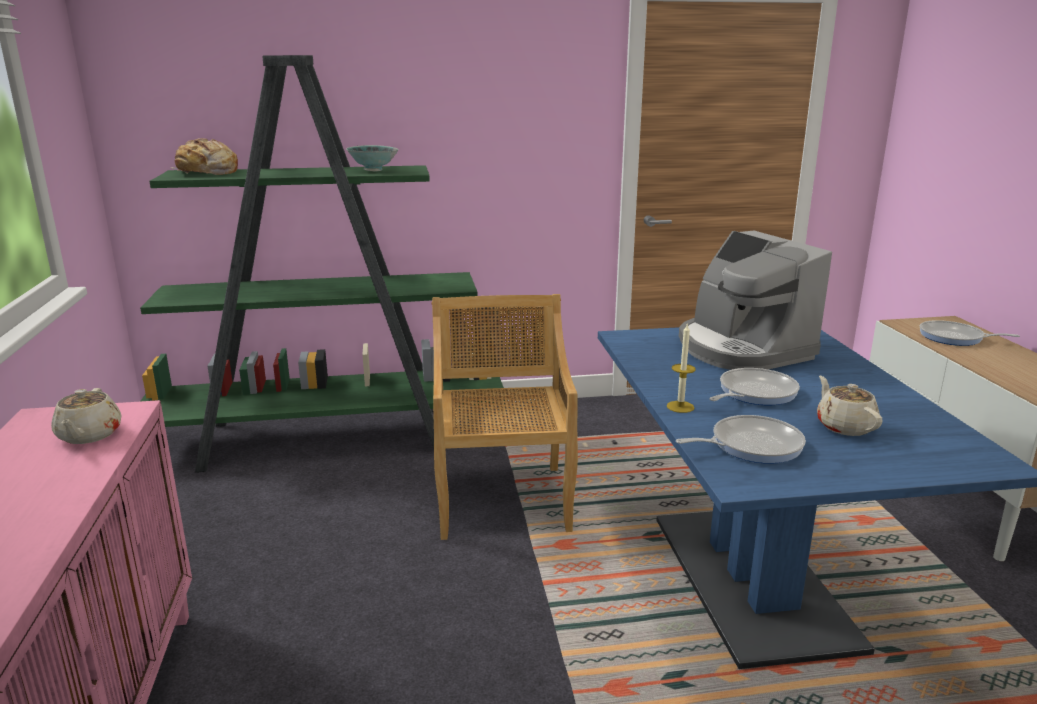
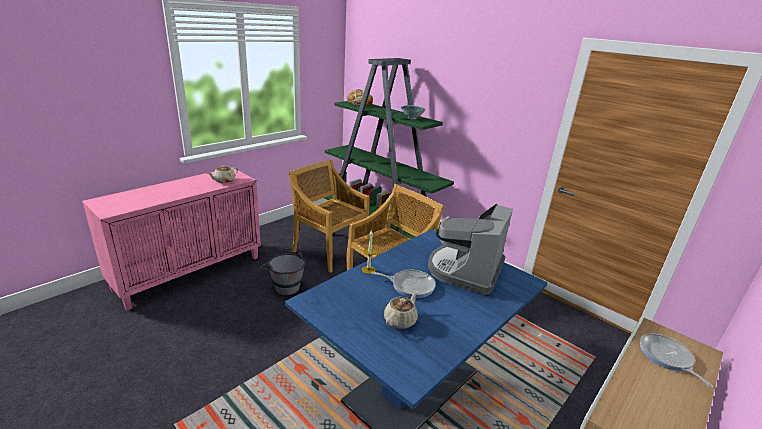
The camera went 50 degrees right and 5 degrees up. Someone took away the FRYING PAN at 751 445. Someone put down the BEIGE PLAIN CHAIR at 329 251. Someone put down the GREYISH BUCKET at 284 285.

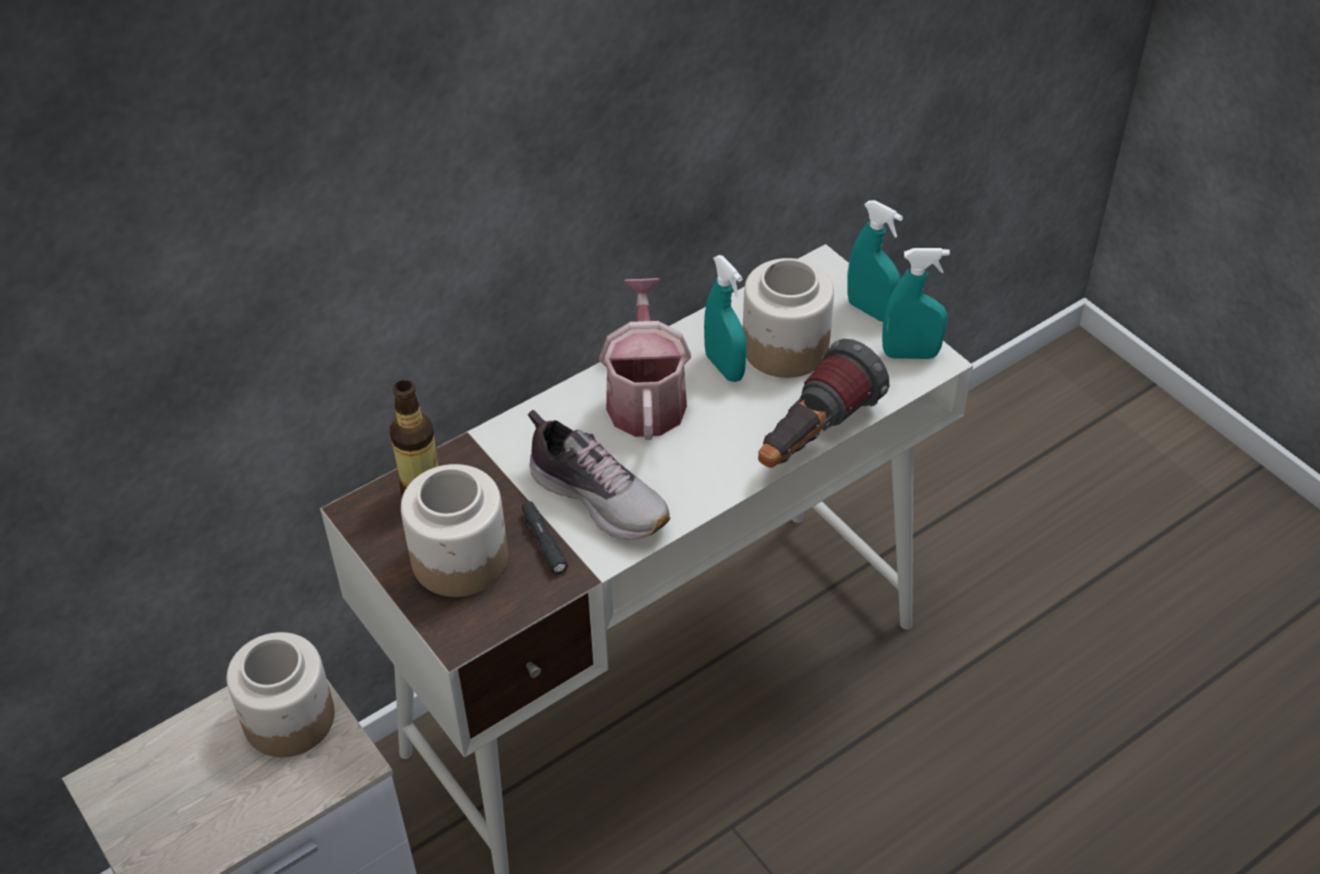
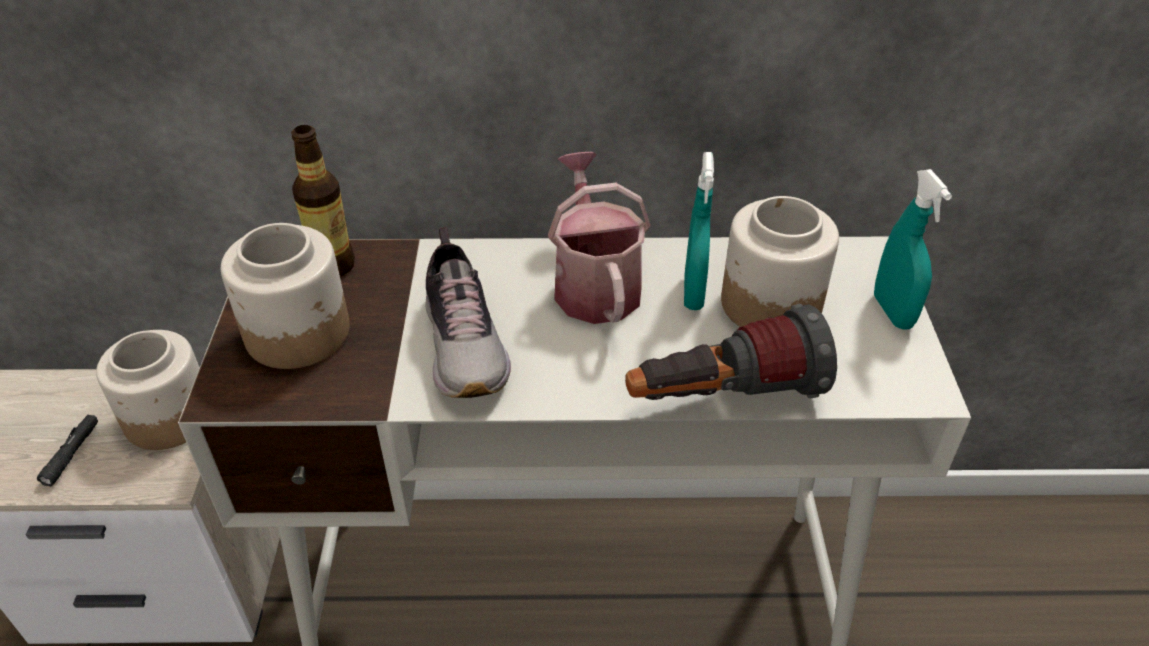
The camera went 35 degrees right and 5 degrees down. Someone took away the BLUE-GREEN SPRAY BOTTLE at 910 354. Someone rotated the WATERING POT at 646 397 by 45 degrees counterclockwise. Someone carried the BLACKISH FLASHLIGHT from 543 542 to 72 454.

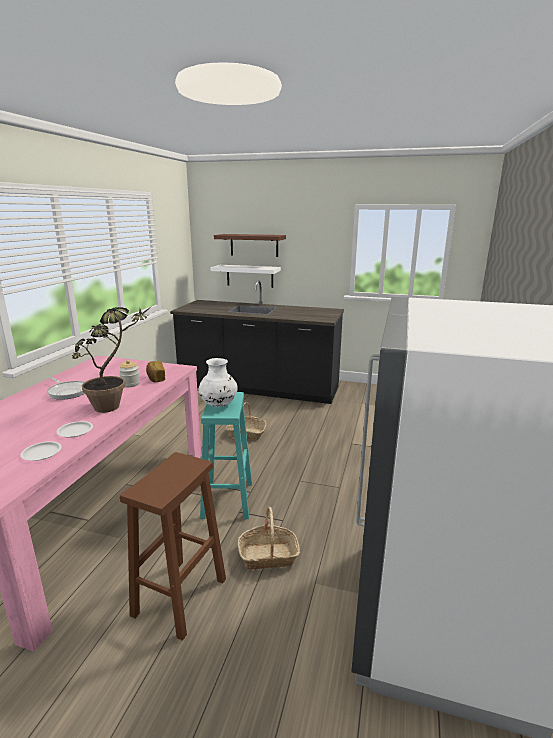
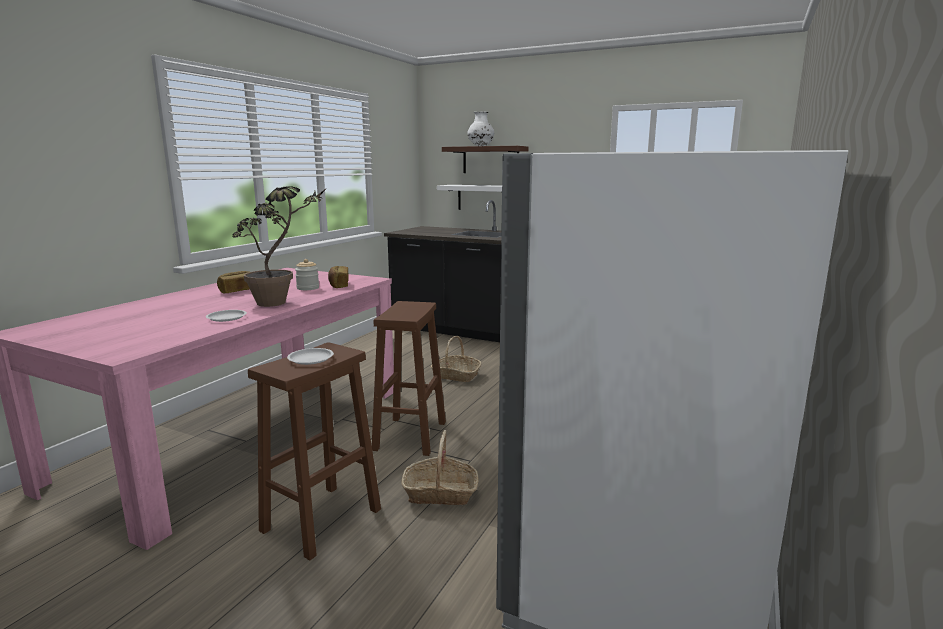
The camera went 10 degrees right and 5 degrees down. Someone carried the WHITE-COLOURED DECORATIVE VASE from 219 405 to 480 146. Someone swapped the FRYING PAN at 67 392 for the BAKERY BREAD at 237 291. Someone repainted the BLUE-GREEN STOOL SEAT at 227 500, which became the BROWN STOOL SEAT at 410 436. Someone carried the WHITE-COLOURED PLATE from 42 453 to 311 359.

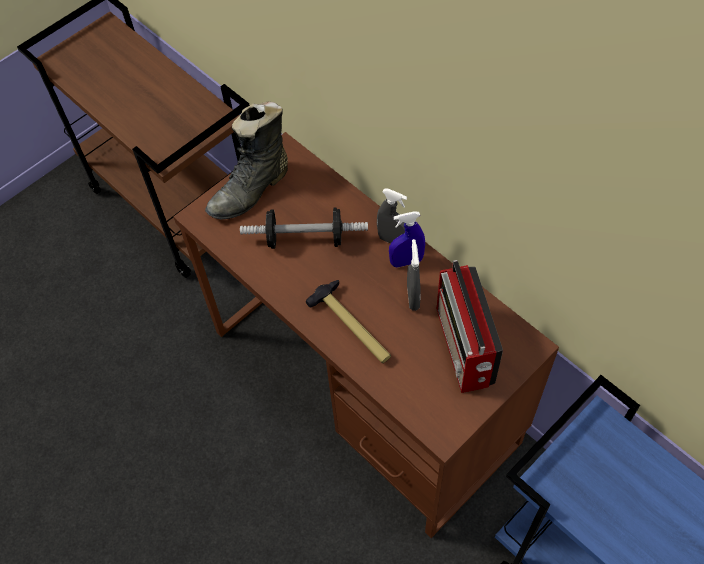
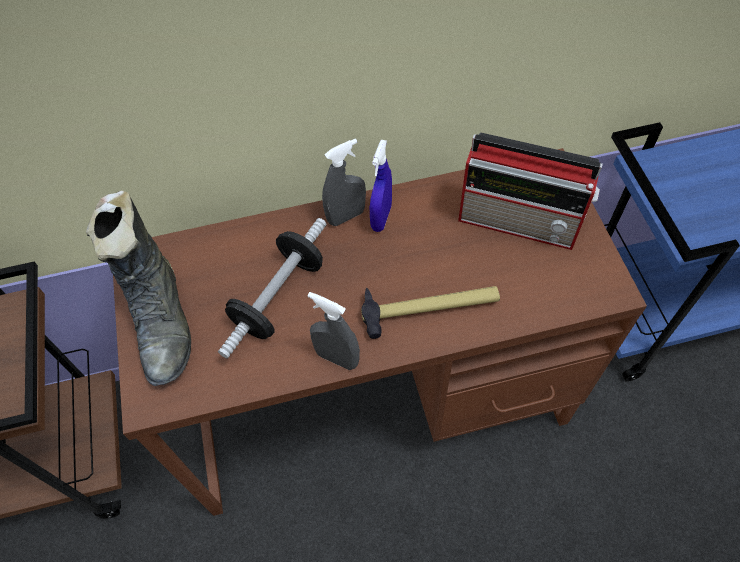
The camera went 60 degrees left and 0 degrees up. Someone carried the GREYISH SPRAY BOTTLE from 413 297 to 337 358.

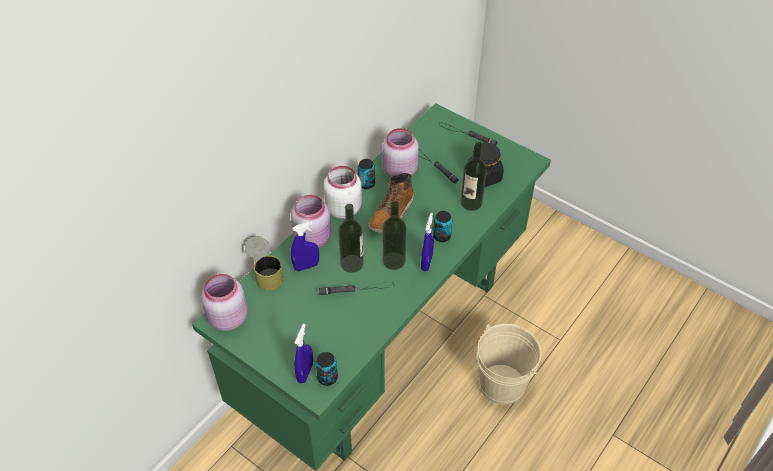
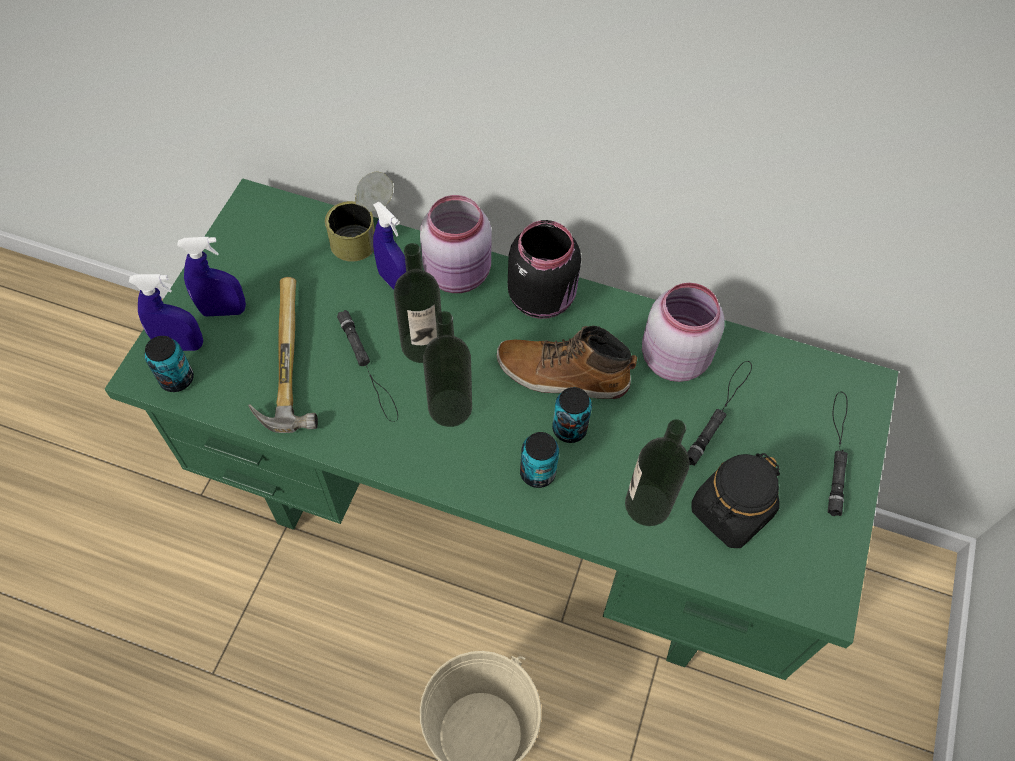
The camera went 70 degrees right and 10 degrees up. Someone carried the METAL CAN from 366 184 to 569 429. Someone repainted the WHITE-COLOURED PRESERVE JAR at 343 208, which became the BLACKISH PRESERVE JAR at 543 297. Someone carried the BLUISH SPRAY BOTTLE from 426 262 to 223 311. Someone took away the PINK PRESERVE JAR at 227 318. Someone put down the HAND HAMMER at 280 360.

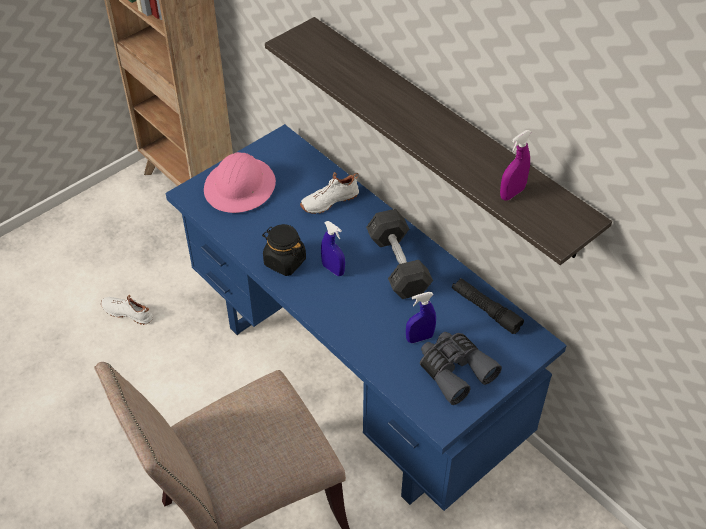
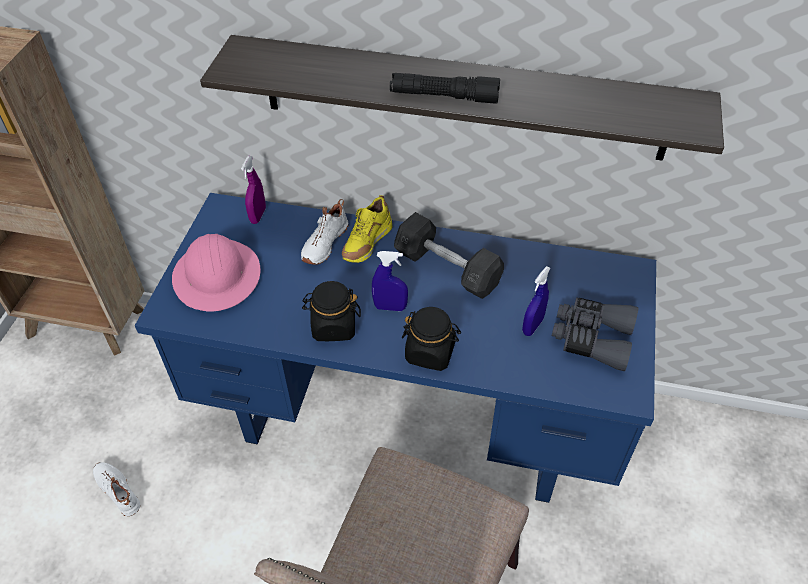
The camera went 35 degrees left and 0 degrees up. Someone carried the PURPLISH SPRAY BOTTLE from 512 193 to 258 215. Someone carried the BLACKISH FLASHLIGHT from 485 310 to 444 96. Someone rotated the WHITE-COLOURED LOW SHOE at 128 312 by 60 degrees clockwise. Someone put down the YELLOWISH LOW SHOE at 366 245. Someone put down the BLACKISH PRESERVE JAR at 430 352.

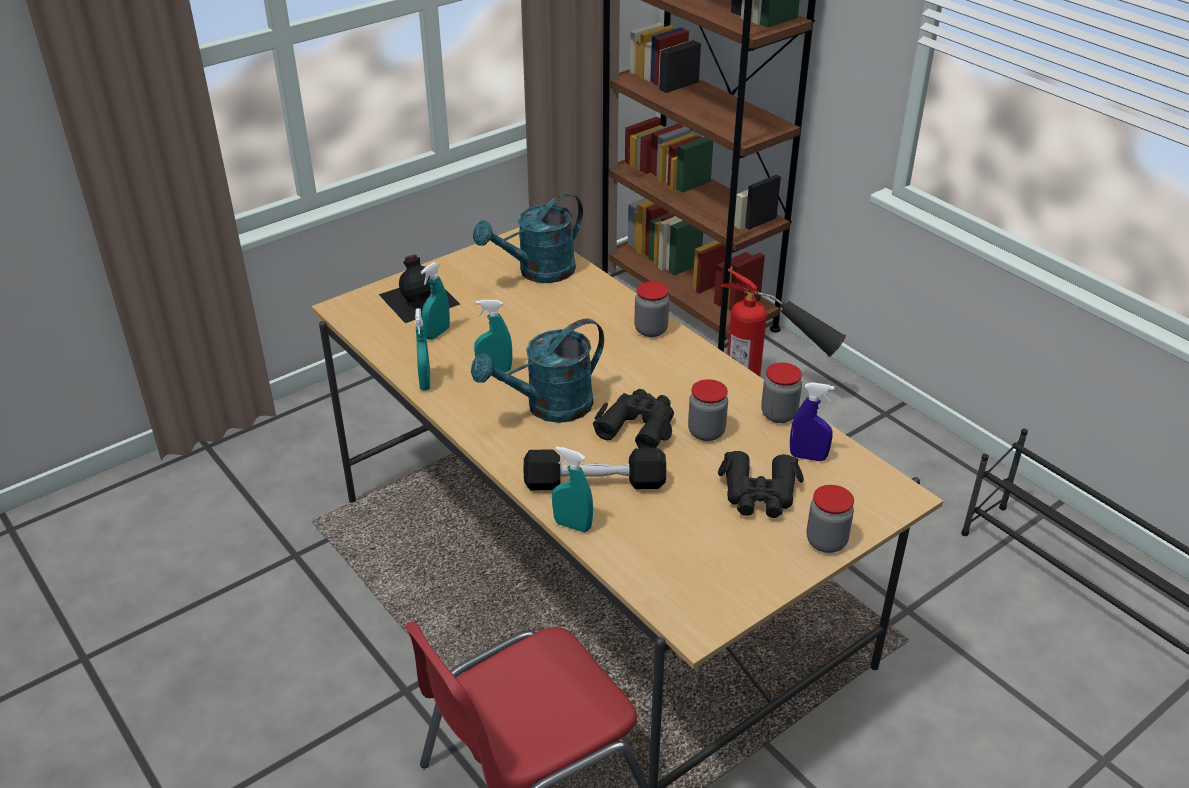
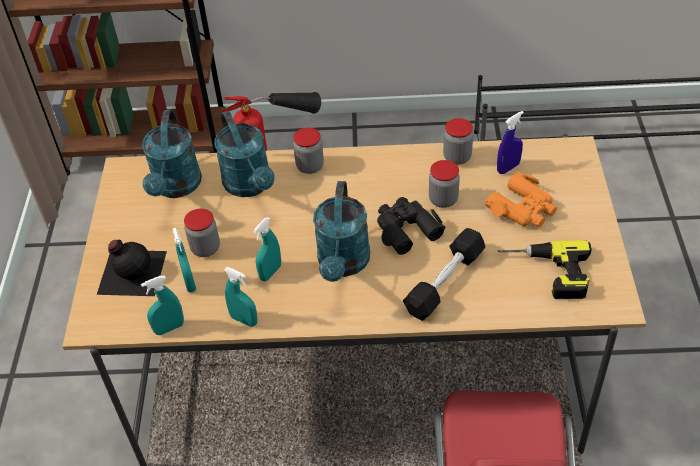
The camera went 50 degrees left and 10 degrees up. Someone carried the BLUE-GREEN SPRAY BOTTLE from 572 525 to 169 328. Someone repainted the BLACKISH PAIR OF BINOCULARS at 759 493, which became the ORANGE PAIR OF BINOCULARS at 523 209. Someone carried the PRESERVE JAR from 826 541 to 205 248. Someone put down the BLUE-GREEN WATERING POT at 250 186. Someone put down the DRILL at 545 274.

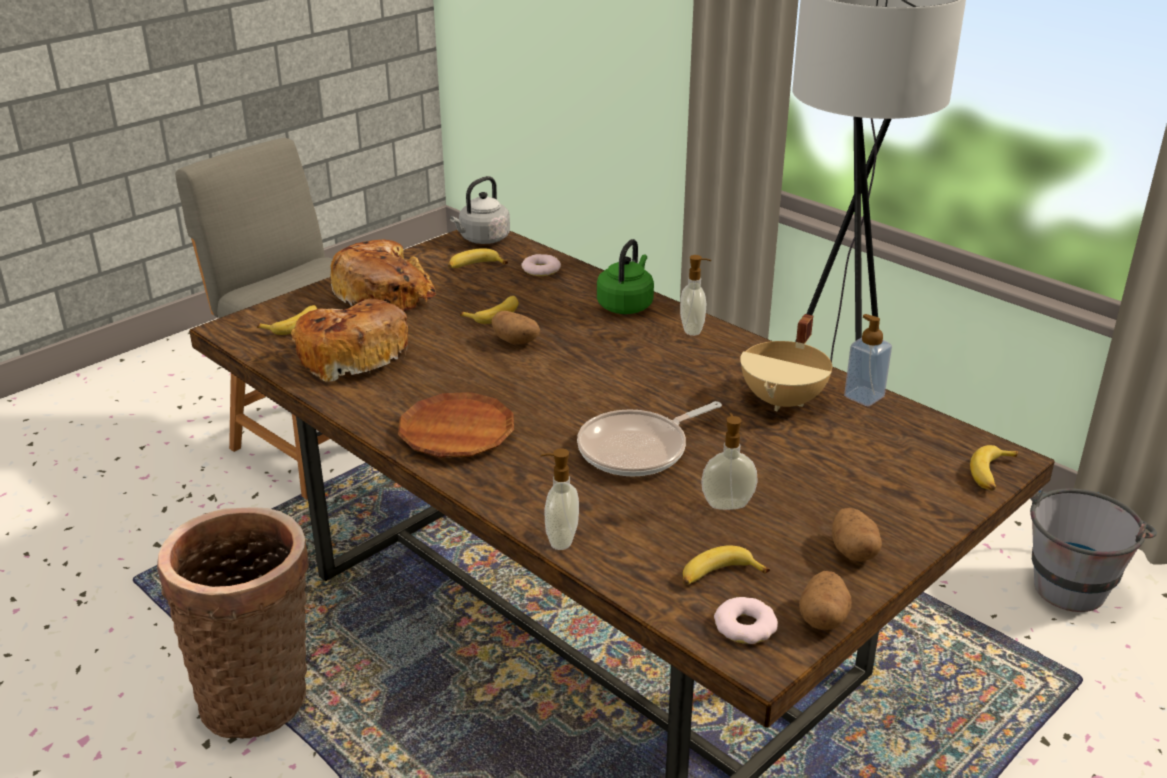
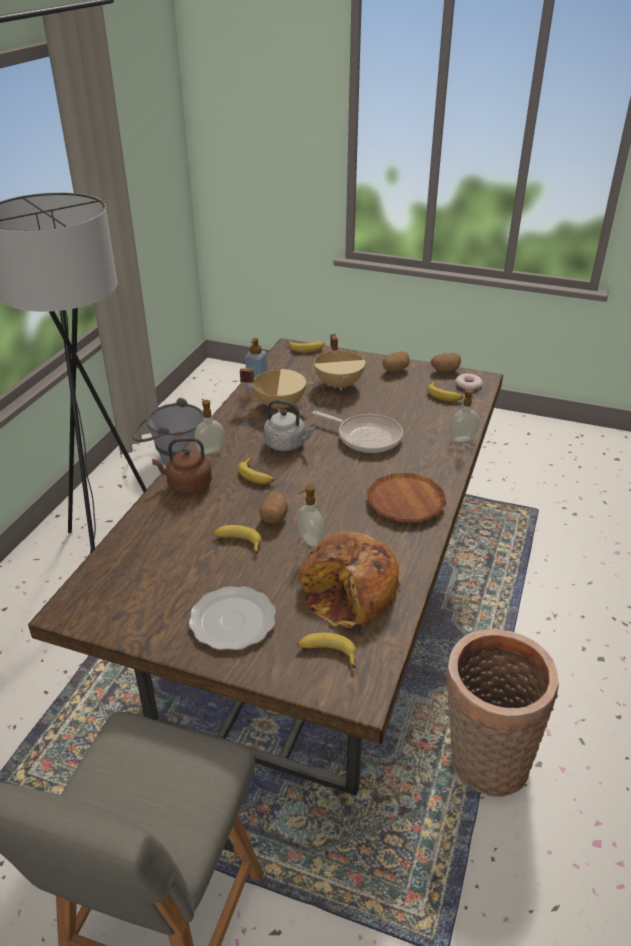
The camera went 115 degrees left and 5 degrees up. Someone carried the GREYISH WATER KETTLE from 482 239 to 287 444. Someone repainted the GREENISH WATER KETTLE at 626 305, which became the BROWN WATER KETTLE at 187 485. Someone swapped the BAKERY BREAD at 385 293 for the PLATE at 234 621. Someone carried the WHOLE BANANA from 475 266 to 257 475. Someone took away the RING DOUGHNUT at 541 269. Someone carried the SOAP BOTTLE from 727 503 to 309 540. Someone put down the BEIGE STOCKPOT at 339 384.

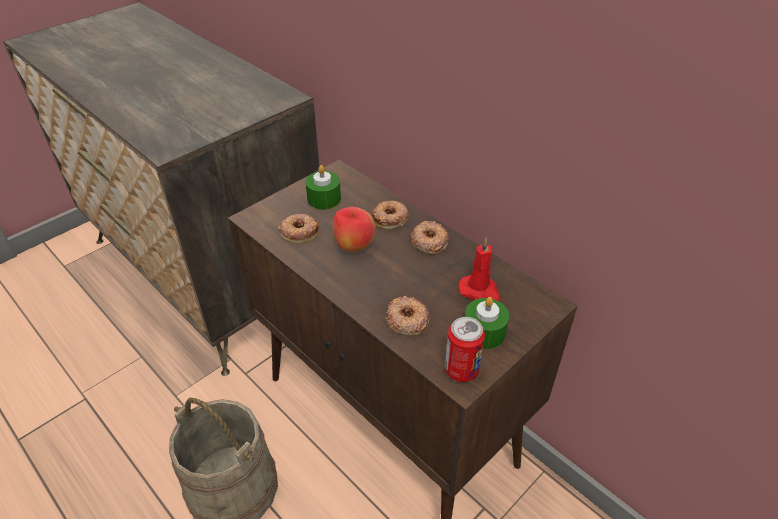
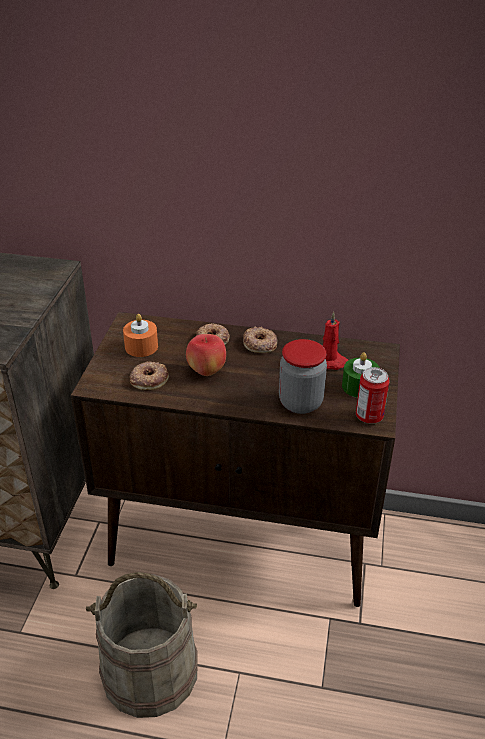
The camera went 35 degrees left and 5 degrees down. Someone repainted the GREENISH CANDLE at 324 199, which became the ORANGE CANDLE at 141 347. Someone swapped the RING DOUGHNUT at 407 320 for the PRESERVE JAR at 300 403.

